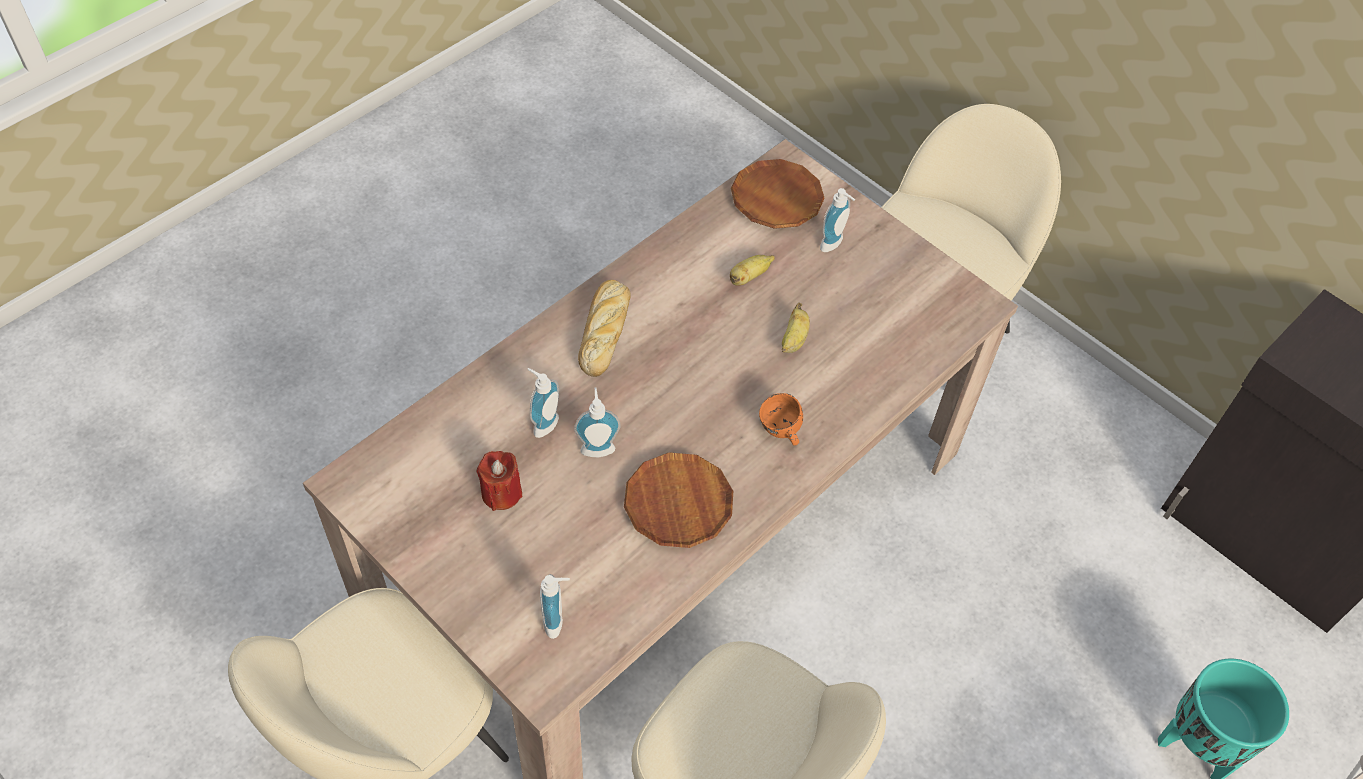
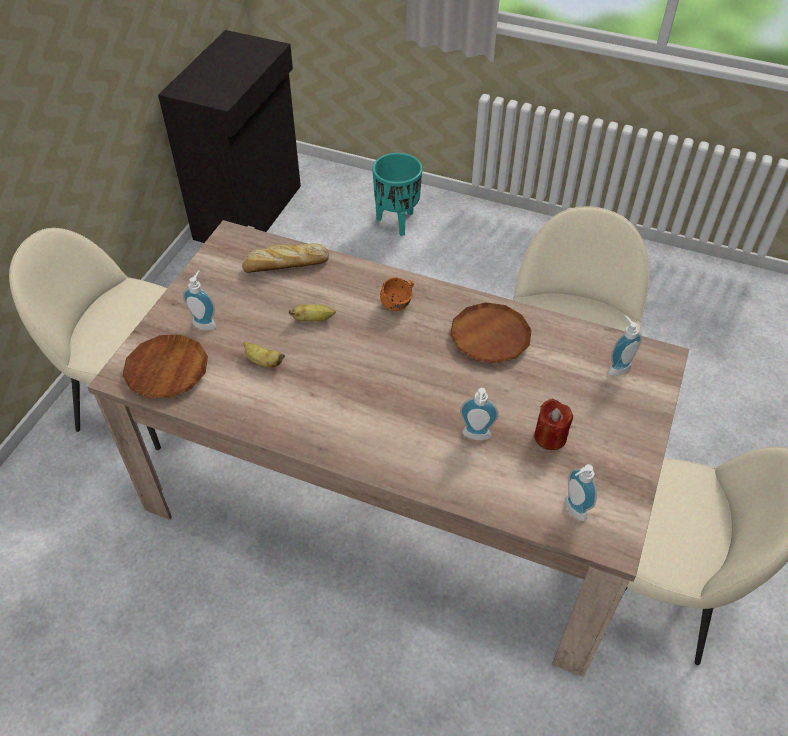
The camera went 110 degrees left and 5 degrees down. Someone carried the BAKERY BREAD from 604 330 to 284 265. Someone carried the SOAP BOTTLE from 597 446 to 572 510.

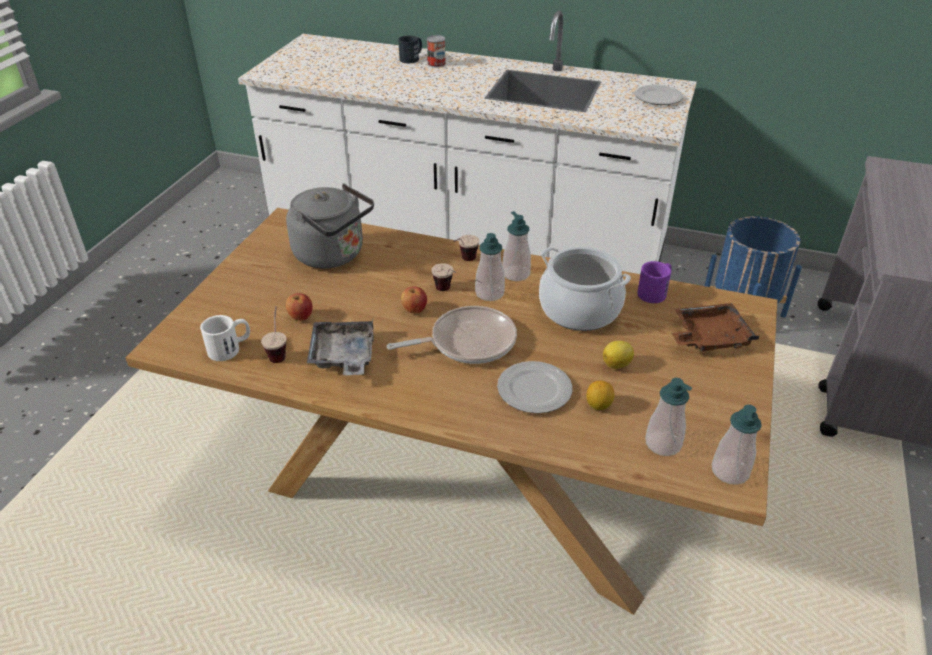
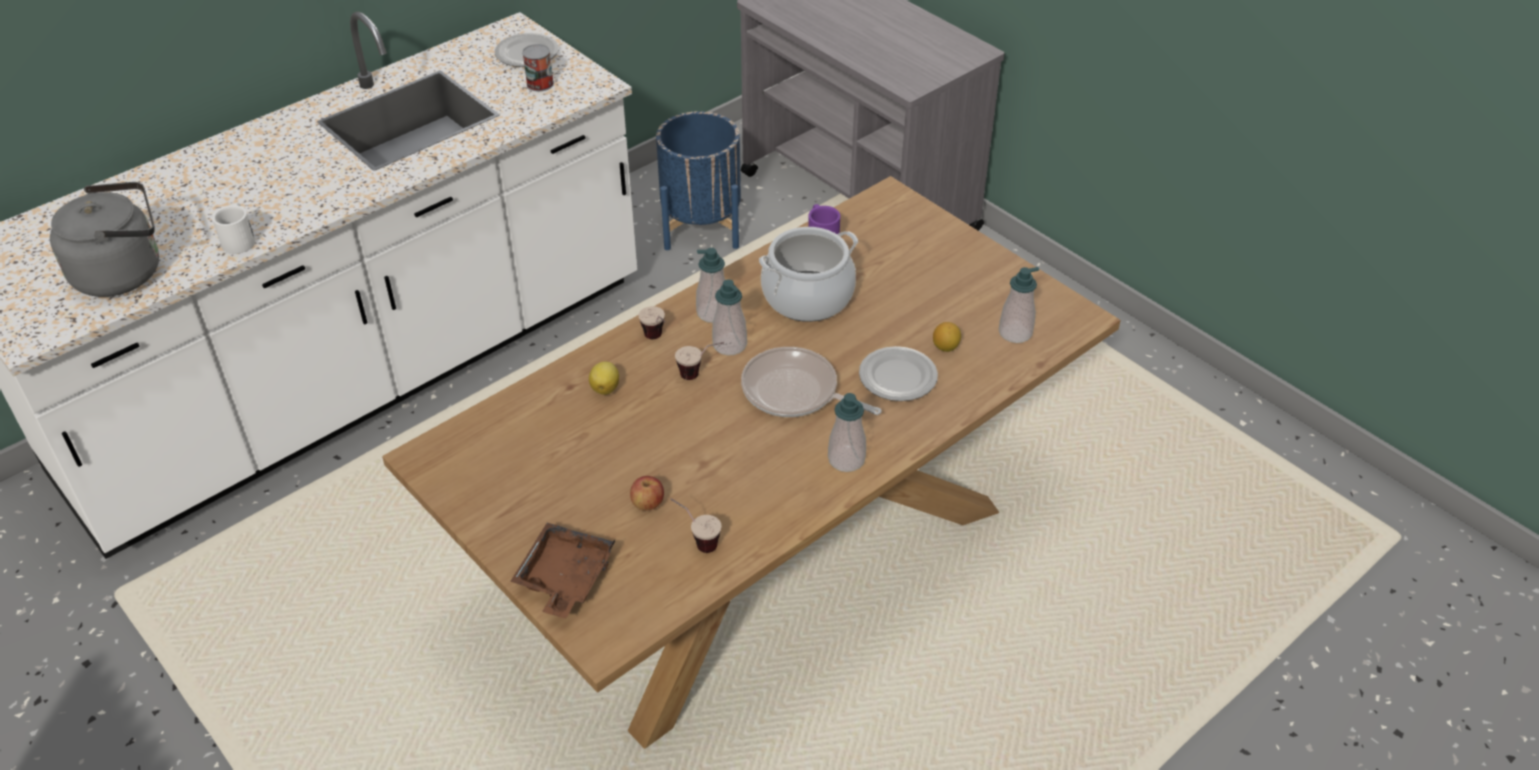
The camera went 60 degrees left and 5 degrees up. Someone carried the METAL CAN from 436 64 to 540 84. Someone took away the BLACKISH MUG at 412 58. Someone carried the GREYISH WATER KETTLE from 333 255 to 124 272. Someone took away the APPLE at 414 310. Someone carried the BROWN CARRYING TRAY from 709 337 to 564 578. Someone rotated the FRYING PAN at 468 342 by 75 degrees counterclockwise. Someone carried the WHITE-COLOURED MUG from 230 348 to 240 238. Someone took away the GREYISH CARRYING TRAY at 343 356. Someone carried the WHOLE LEMON from 617 364 to 605 388. Someone carried the SOAP BOTTLE from 730 471 to 846 459.

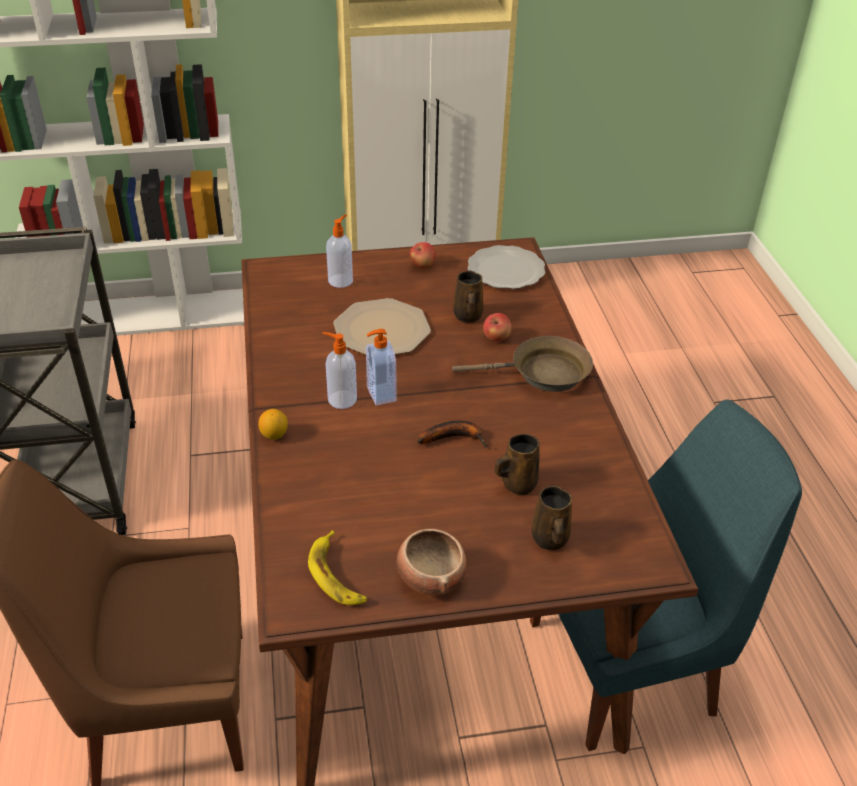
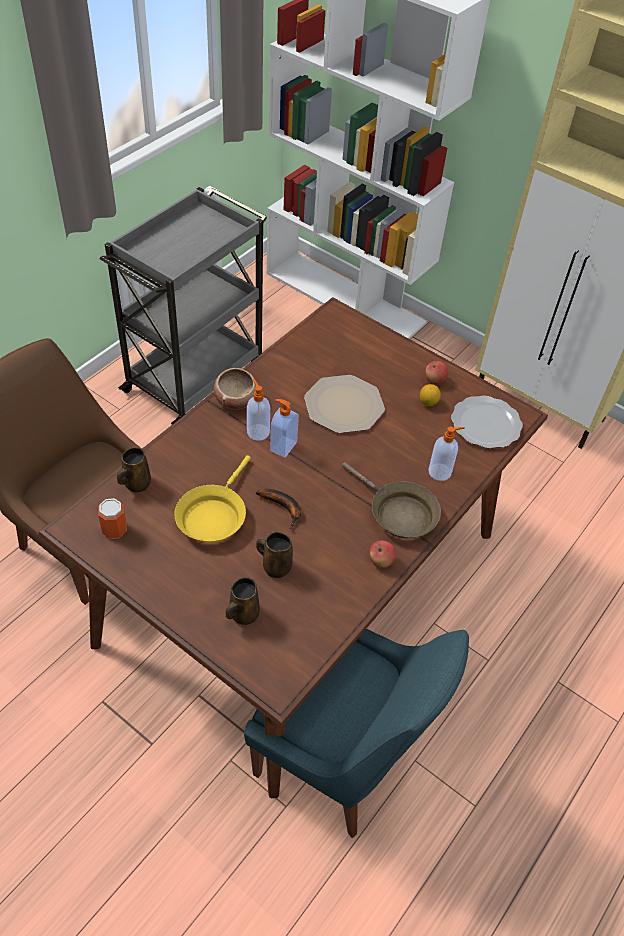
The camera went 45 degrees right and 10 degrees up. Someone carried the SOAP BOTTLE from 341 280 to 440 472. Someone carried the BROWN MUG from 467 316 to 136 484. Someone carried the APPLE from 496 338 to 381 561. Someone carried the WHOLE LEMON from 274 435 to 428 402. Someone carried the SERVING BOWL from 430 576 to 236 399. Someone swapped the WHOLE BANANA at 337 575 for the METAL CAN at 114 530. Someone put down the YELLOWISH FRYING PAN at 213 515.

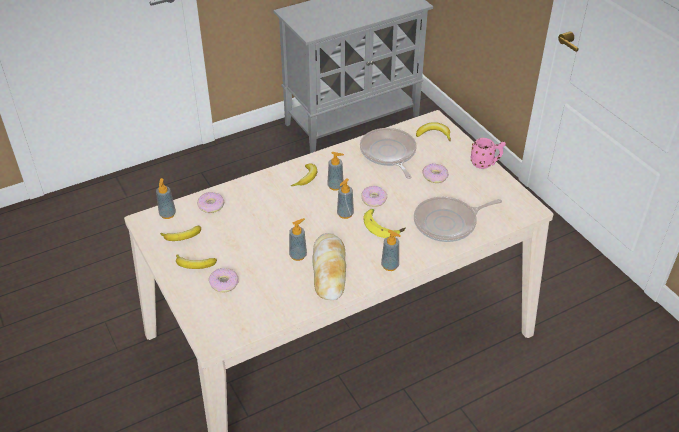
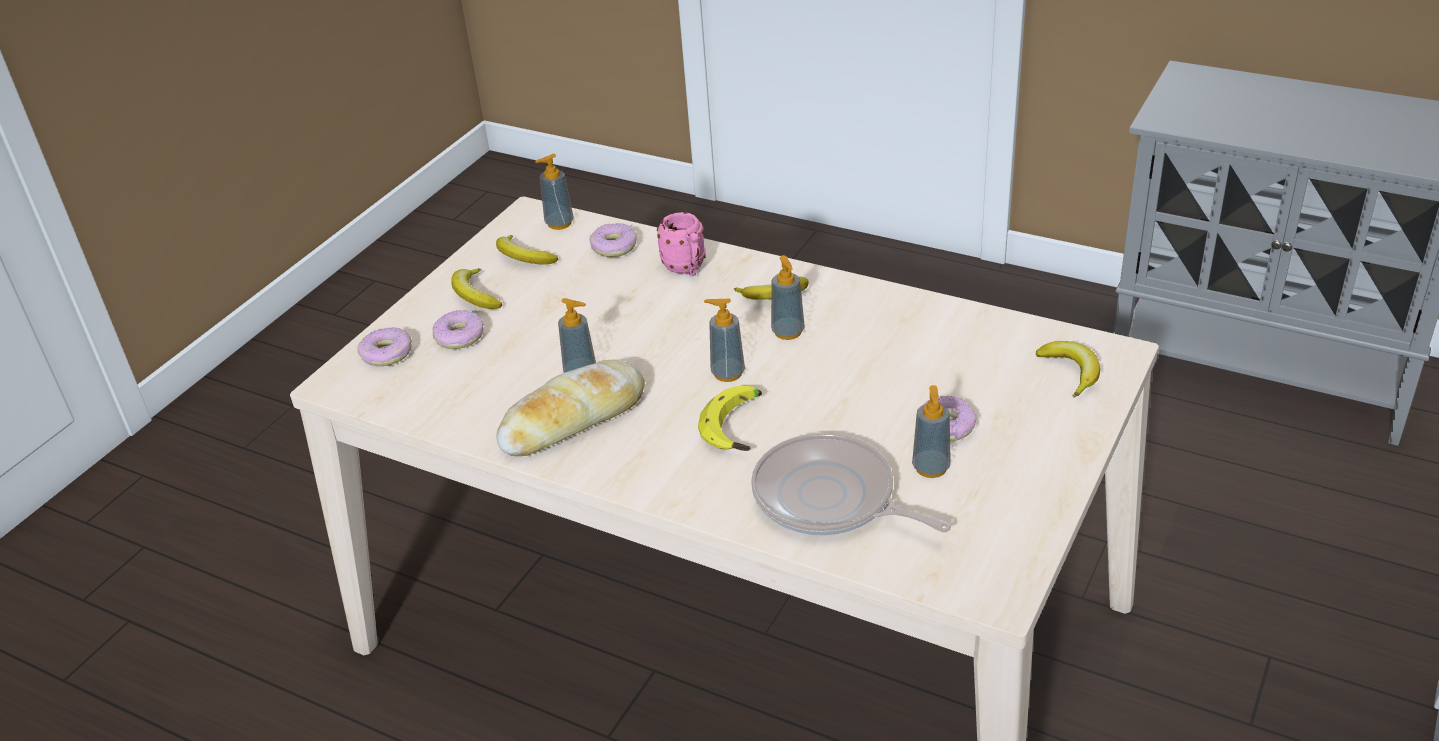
The camera went 60 degrees right and 5 degrees down. Someone took away the FRYING PAN at 388 154. Someone carried the PINK MUG from 485 164 to 687 269. Someone carried the RING DOUGHNUT from 374 199 to 387 354. Someone carried the SOAP BOTTLE from 390 266 to 931 468.

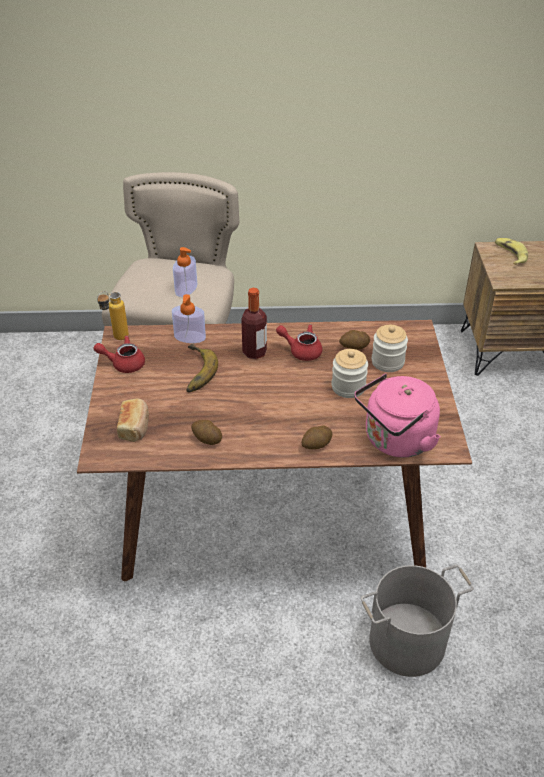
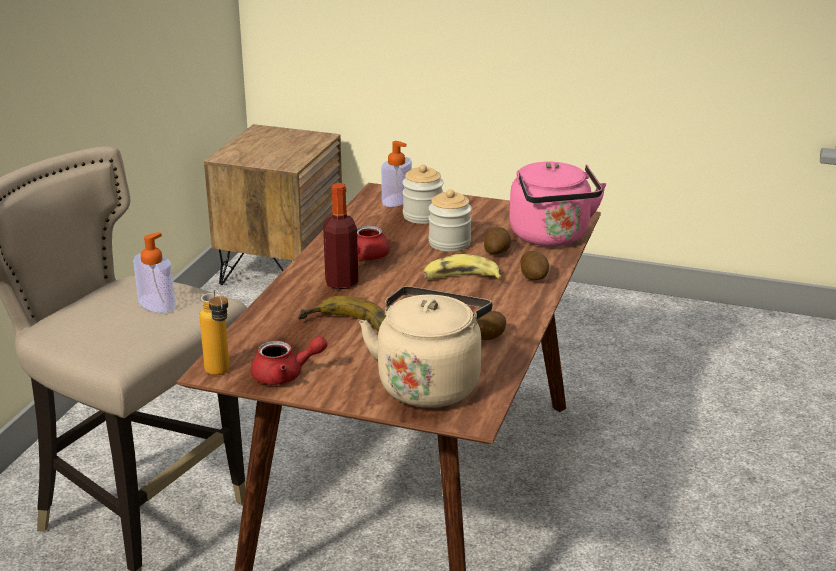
The camera went 70 degrees left and 15 degrees down. Someone carried the WHOLE BANANA from 510 255 to 460 278. Someone carried the SOAP BOTTLE from 190 337 to 396 200. Someone carried the SPUD from 354 347 to 497 252. Someone rotated the RED-COLOURED TEA POT at 124 363 by 120 degrees counterclockwise. Someone swapped the BAKERY BREAD at 135 427 for the BEIGE WATER KETTLE at 430 384. Someone took away the GREYISH BUCKET at 407 642.

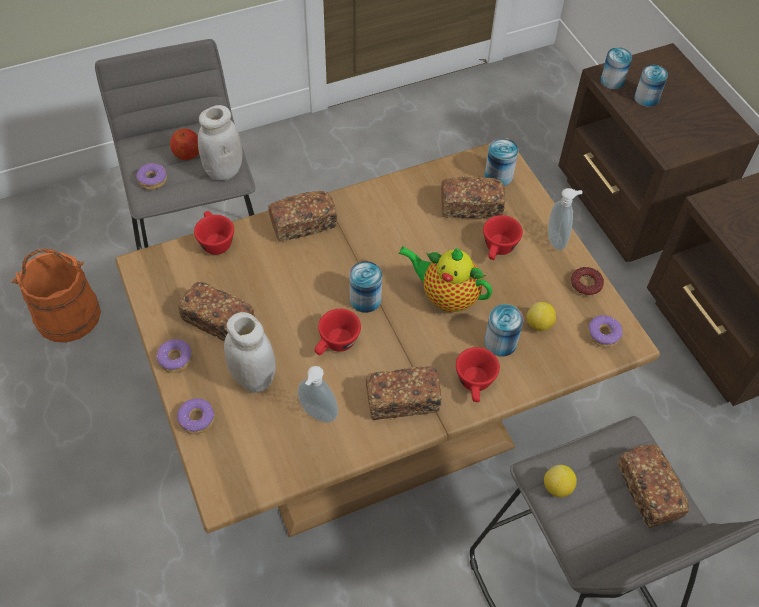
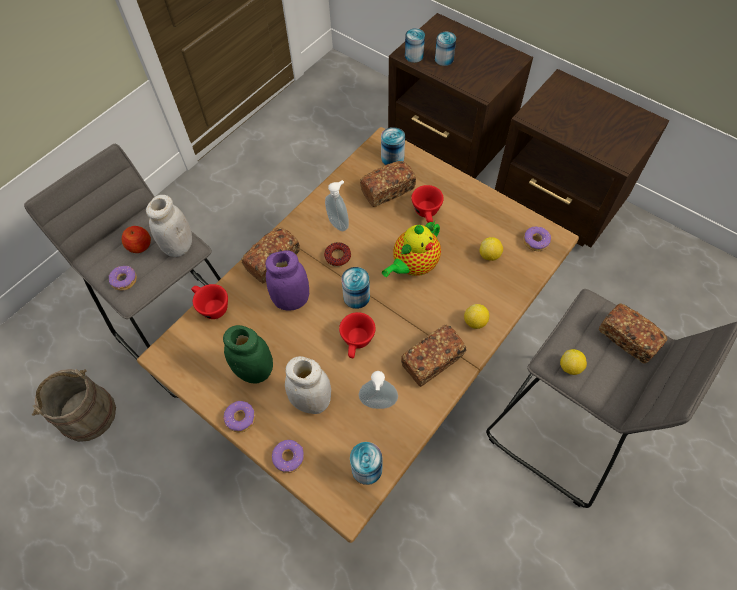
The camera went 25 degrees left and 5 degrees up. Someone carried the SOAP BOTTLE from 557 240 to 339 223. Someone rotated the TEA POT at 446 297 by 45 degrees counterclockwise. Someone repainted the ORANGE BUCKET at 68 315, which became the BEIGE BUCKET at 88 414. Someone carried the RING DOUGHNUT from 586 284 to 338 256. Someone swapped the BAKERY BREAD at 218 321 for the GREENISH PRESERVE JAR at 255 370. Someone carried the METAL CAN from 500 342 to 367 469. Someone swapped the RED-COLOURED DRINKING CUP at 475 385 for the WHOLE LEMON at 475 322. Someone put down the PURPLISH PRESERVE JAR at 292 300.

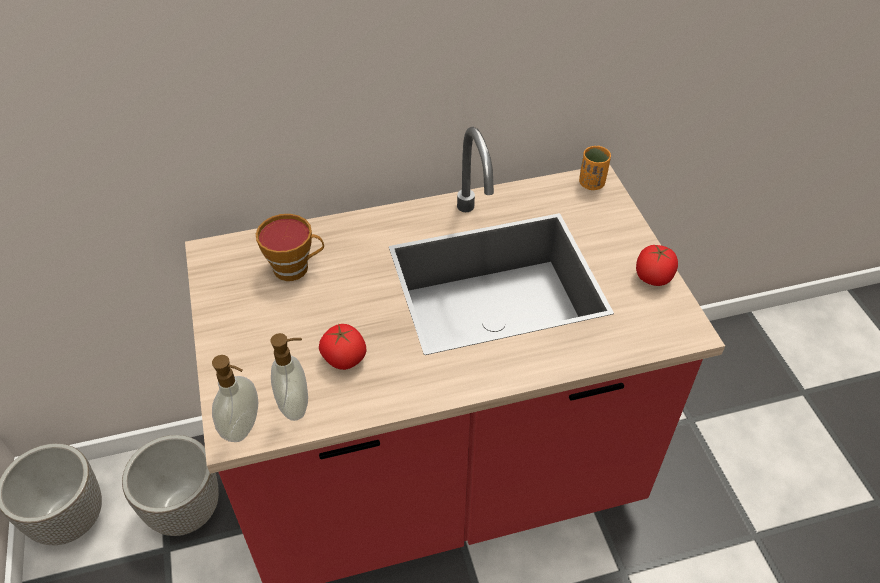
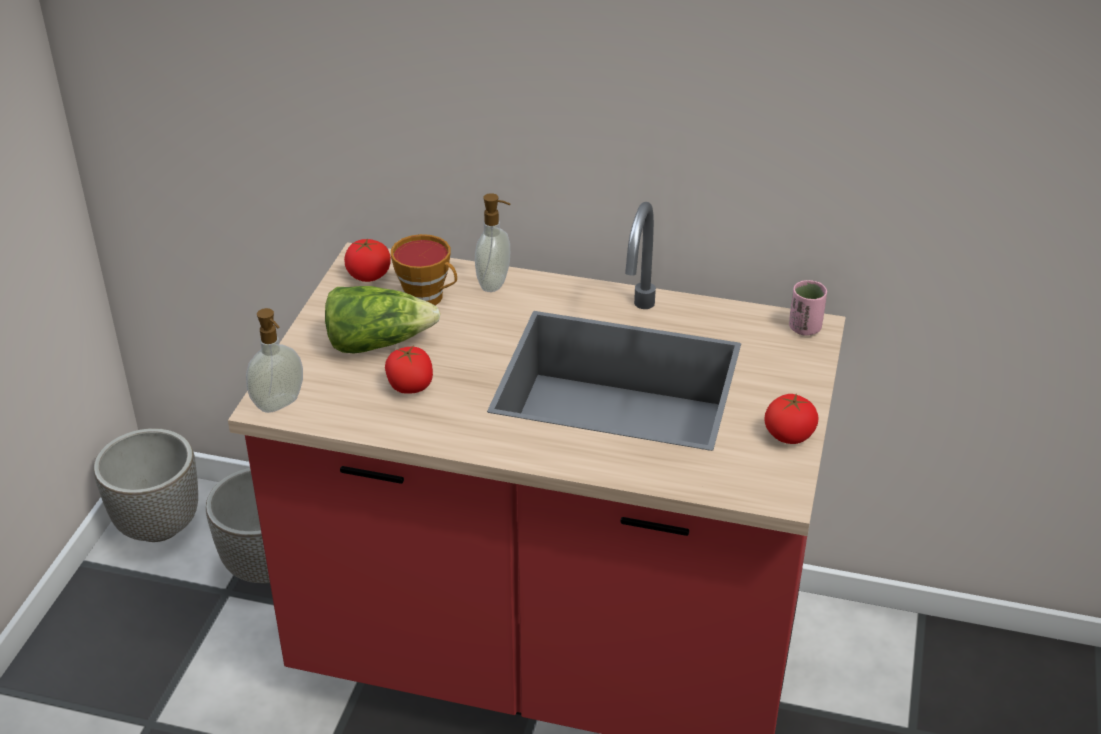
The camera went 30 degrees right and 10 degrees down. Someone repainted the ORANGE DRINKING CUP at 591 183, which became the PINK DRINKING CUP at 805 328. Someone carried the SOAP BOTTLE from 296 405 to 495 283. Someone put down the FRESH TOMATO at 369 275. Someone put down the HEAD OF LETTUCE at 378 342.

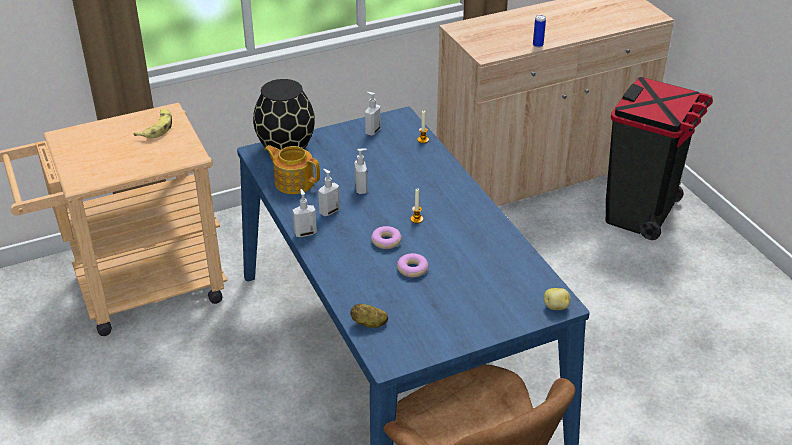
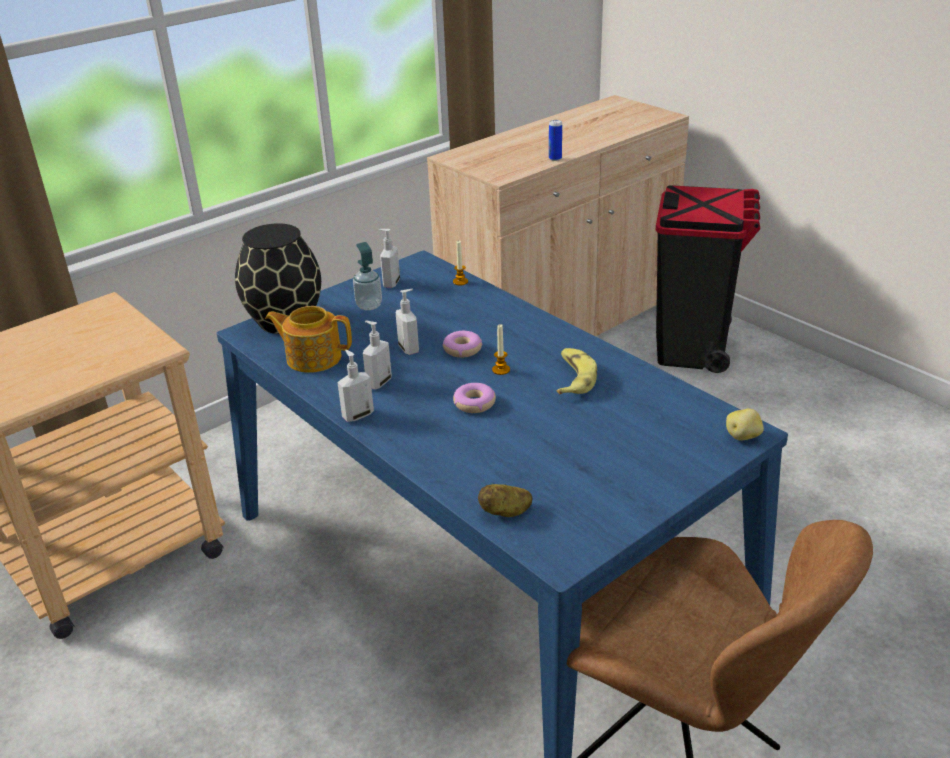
The camera went 15 degrees left and 5 degrees down. Someone carried the WHOLE BANANA from 157 128 to 573 378. Someone carried the RING DOUGHNUT from 412 269 to 462 349. Someone put down the SOAP BOTTLE at 369 305.

